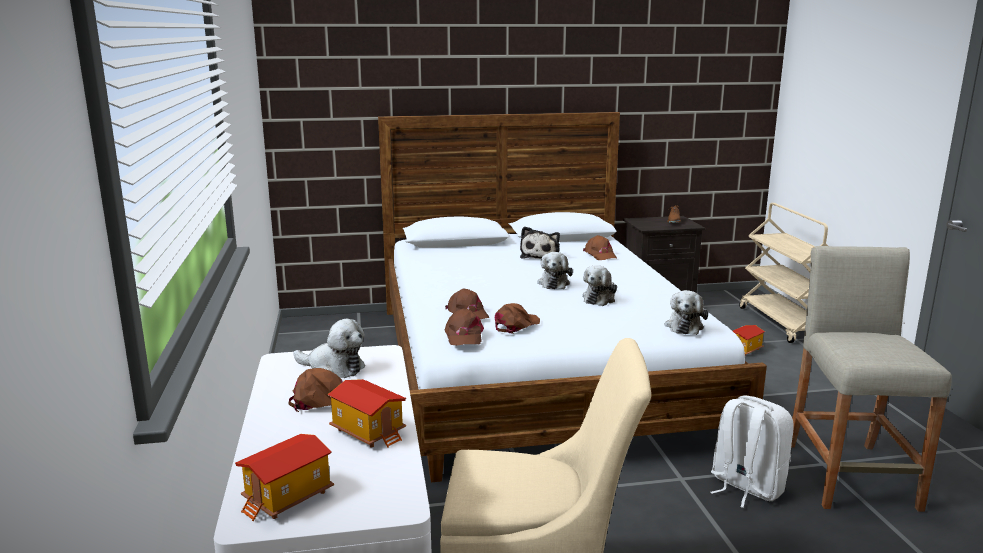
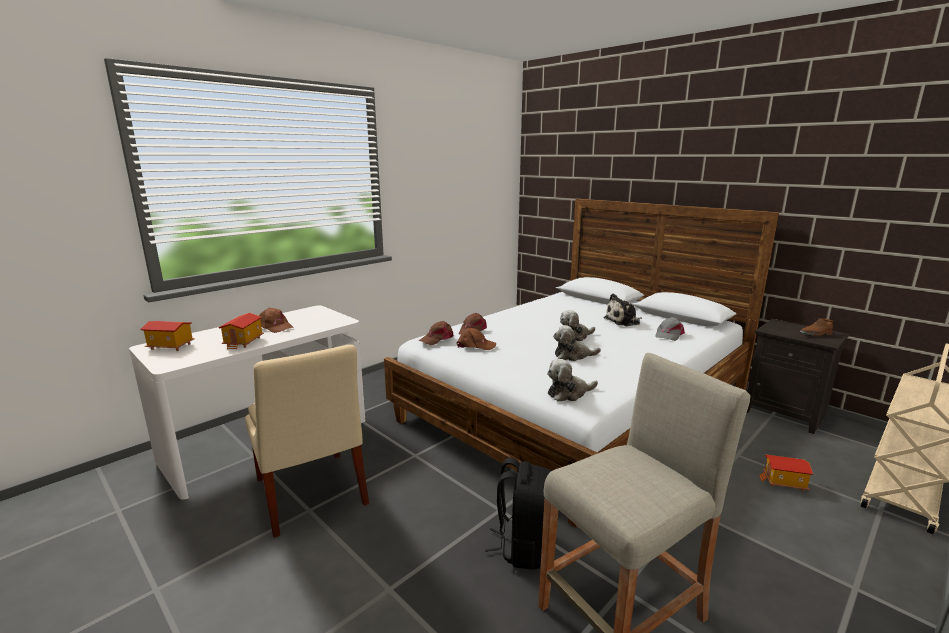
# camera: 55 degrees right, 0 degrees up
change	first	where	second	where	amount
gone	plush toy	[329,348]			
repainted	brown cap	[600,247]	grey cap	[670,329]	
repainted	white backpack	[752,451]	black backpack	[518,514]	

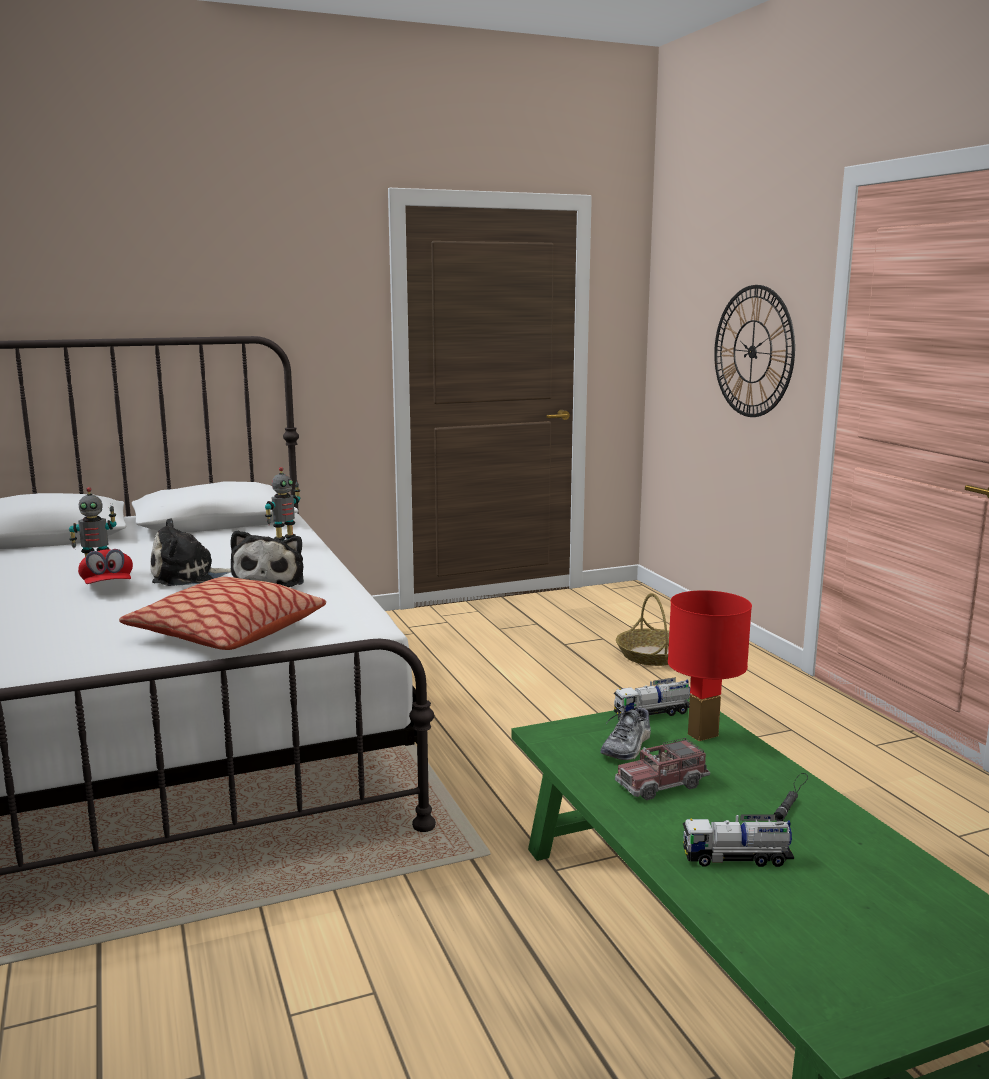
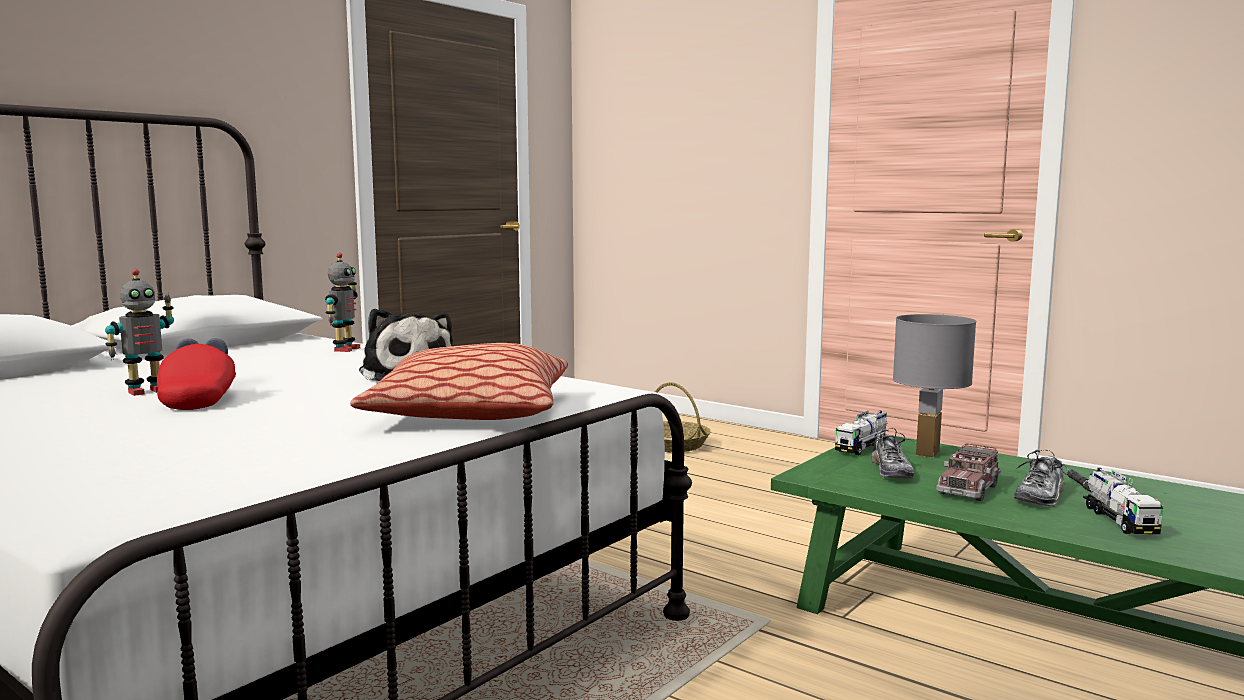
# camera: 30 degrees left, 5 degrees down
change	first	where	second	where	amount
rotated	red cap	[105,566]		[196,374]	135 degrees counterclockwise
gone	plush toy	[190,552]			
repainted	red table lamp	[710,665]	grey table lamp	[934,386]	
rotated	toy truck	[738,841]		[1123,501]	60 degrees counterclockwise
gone	wall clock	[754,351]			
new			shoe	[1041,478]	

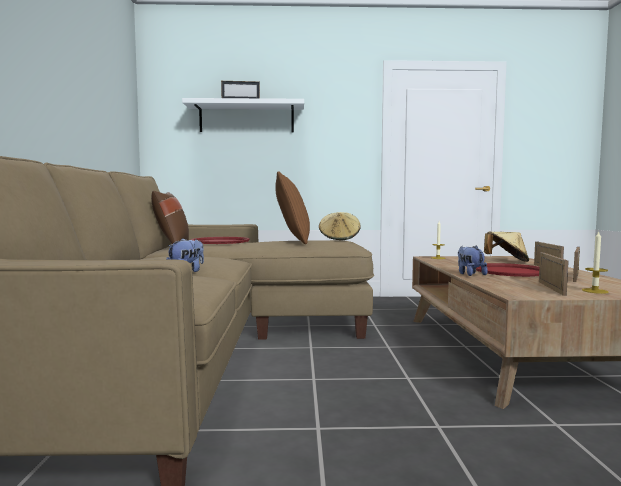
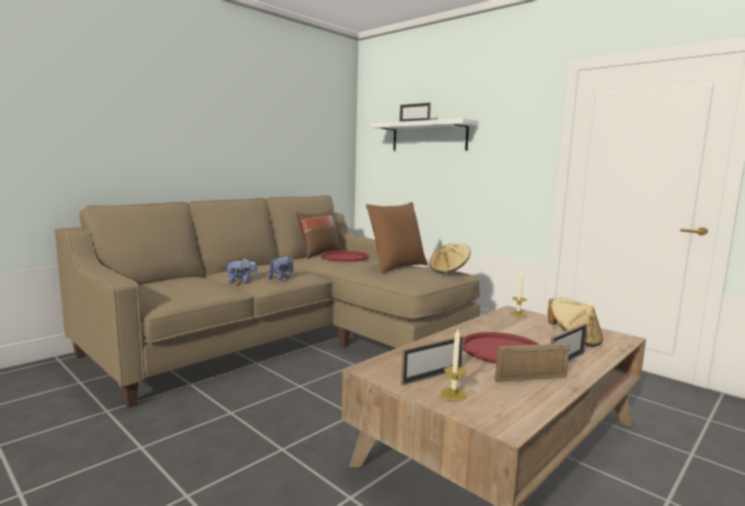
# camera: 45 degrees right, 5 degrees up
change	first	where	second	where	amount
shifted	plush toy	[473,260]		[280,268]	

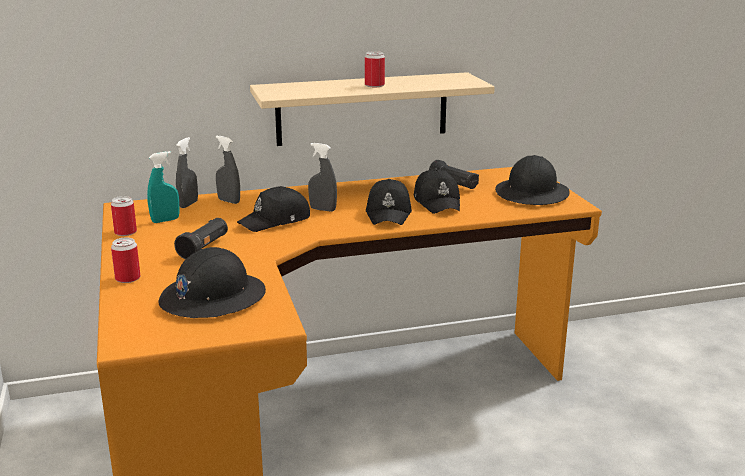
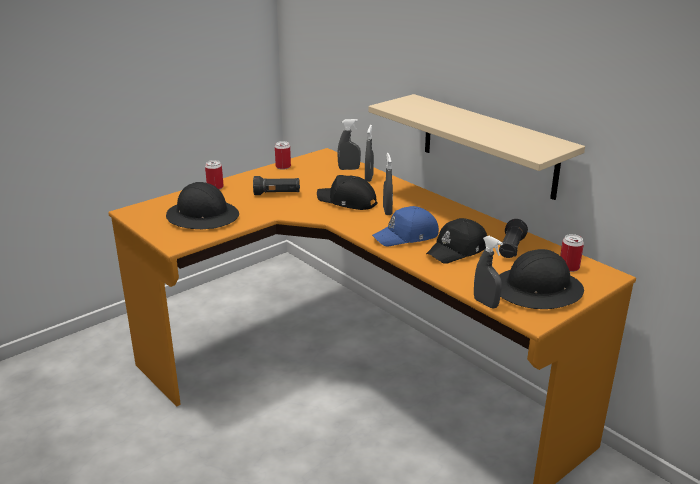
# camera: 65 degrees right, 5 degrees up
change	first	where	second	where	amount
gone	turquoise spray bottle	[163,187]			
shifted	can	[375,69]		[572,253]	
repainted	black cap	[389,202]	blue cap	[405,226]	
new			grey spray bottle	[488,272]	

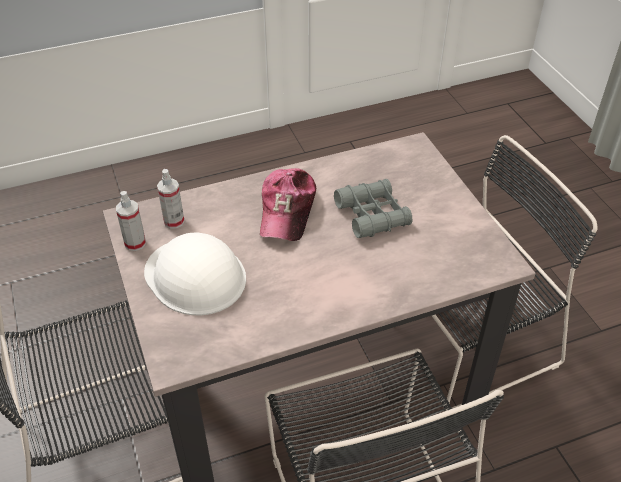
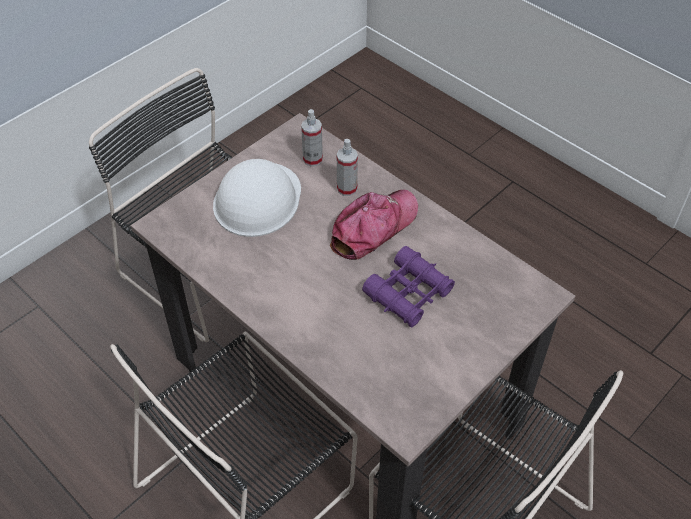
# camera: 65 degrees right, 5 degrees up
change	first	where	second	where	amount
shifted	spray bottle	[131,221]		[347,167]	
rotated	cap	[288,204]		[374,225]	150 degrees clockwise
repainted	grey binoculars	[373,208]	purple binoculars	[408,287]	

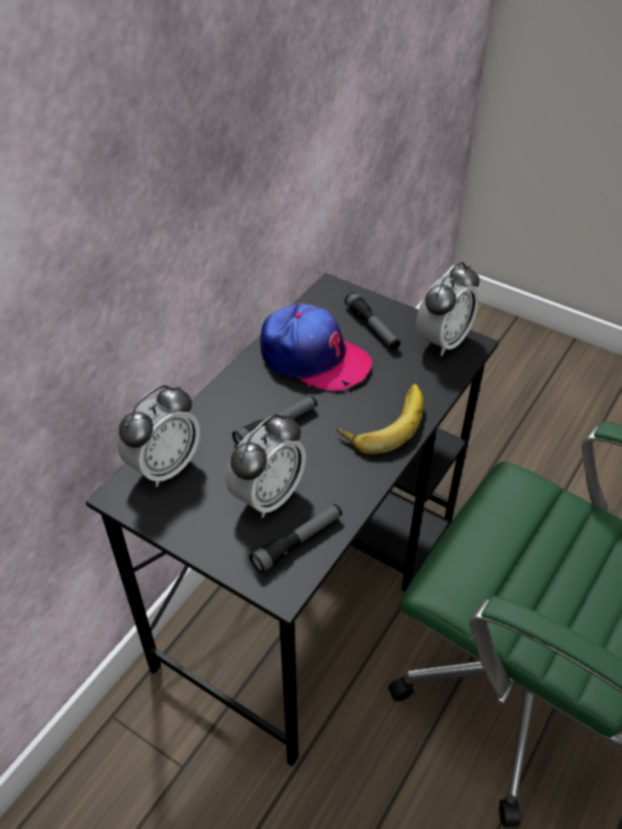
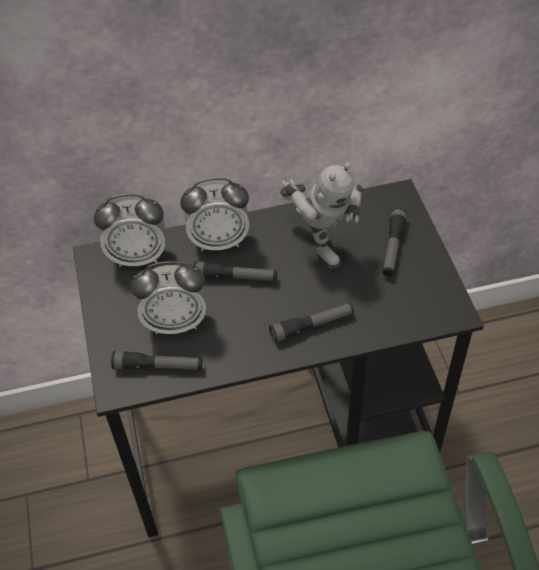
# camera: 45 degrees right, 5 degrees up
change	first	where	second	where	amount
swapped	cap	[316,347]	toy robot	[321,216]	
swapped	banana	[380,419]	flashlight	[311,323]	
shifted	alarm clock	[448,309]		[214,214]	

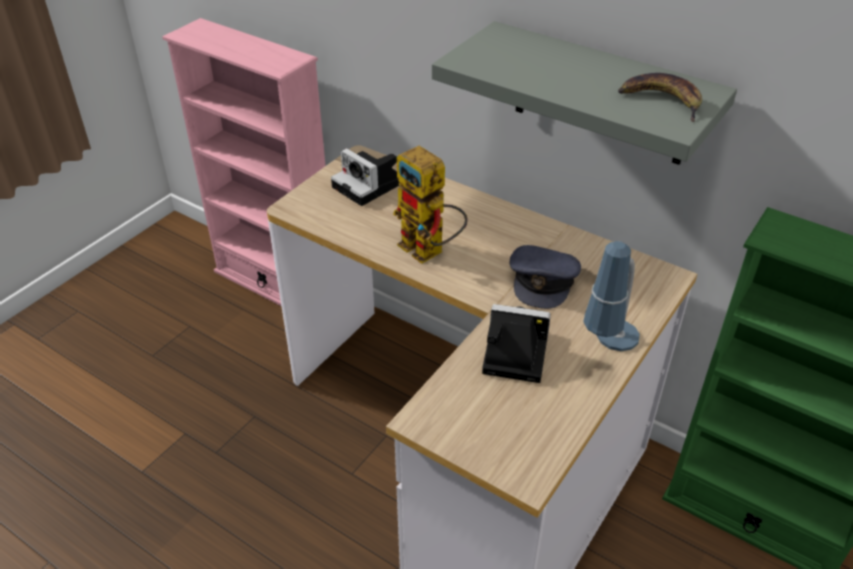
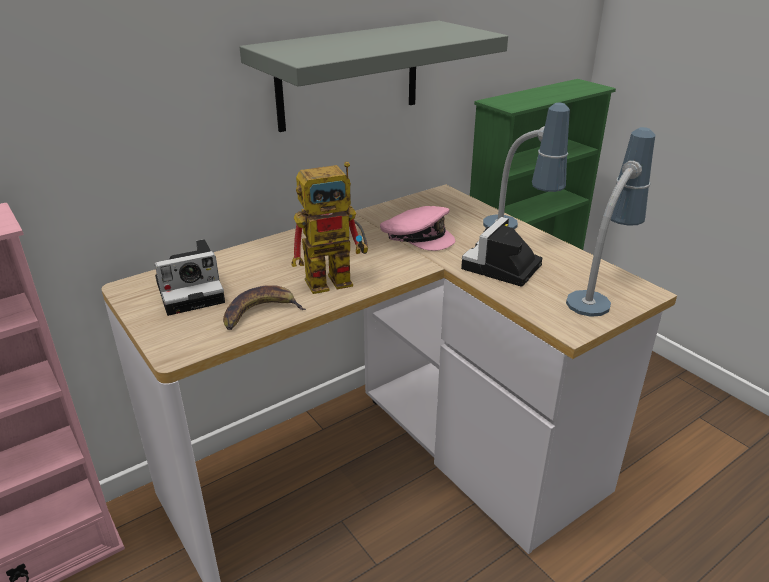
# camera: 70 degrees left, 10 degrees down
change	first	where	second	where	amount
repainted	grey cap	[545,277]	pink cap	[417,228]	
shifted	banana	[660,97]		[264,307]	
new			table lamp	[610,222]	

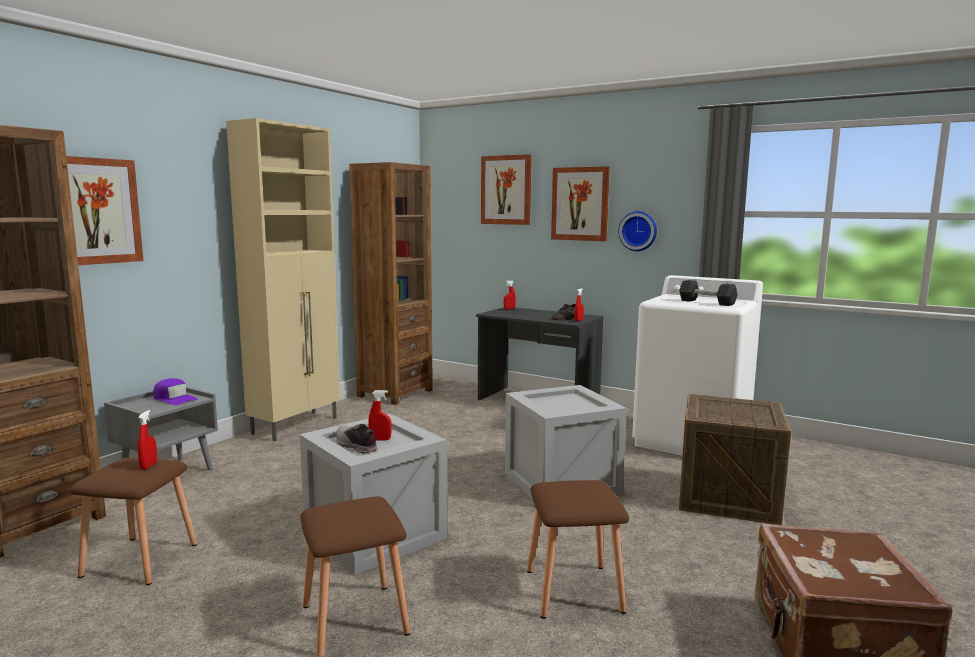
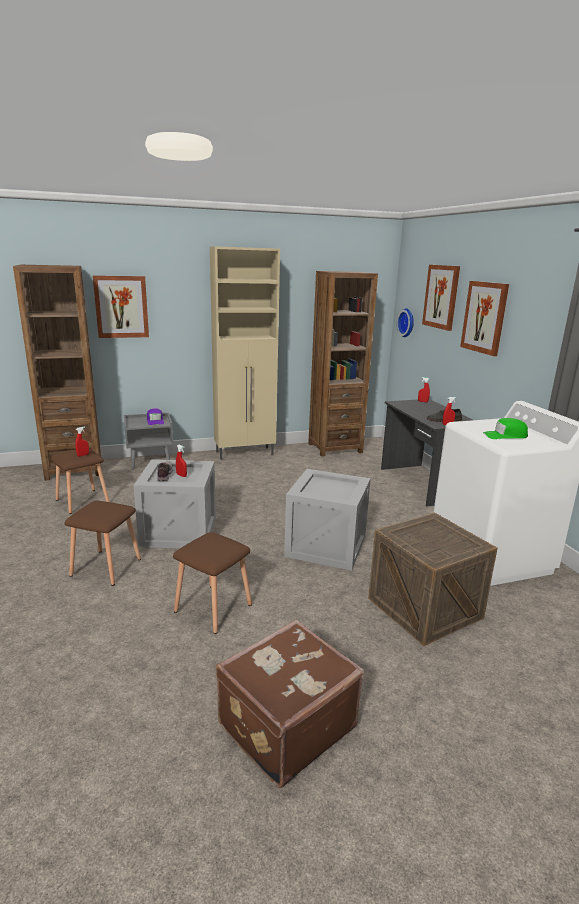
# camera: 40 degrees right, 10 degrees up
change	first	where	second	where	amount
shifted	wall clock	[637,231]		[405,322]	
swapped	black dumbbell	[708,293]	green cap	[505,428]	

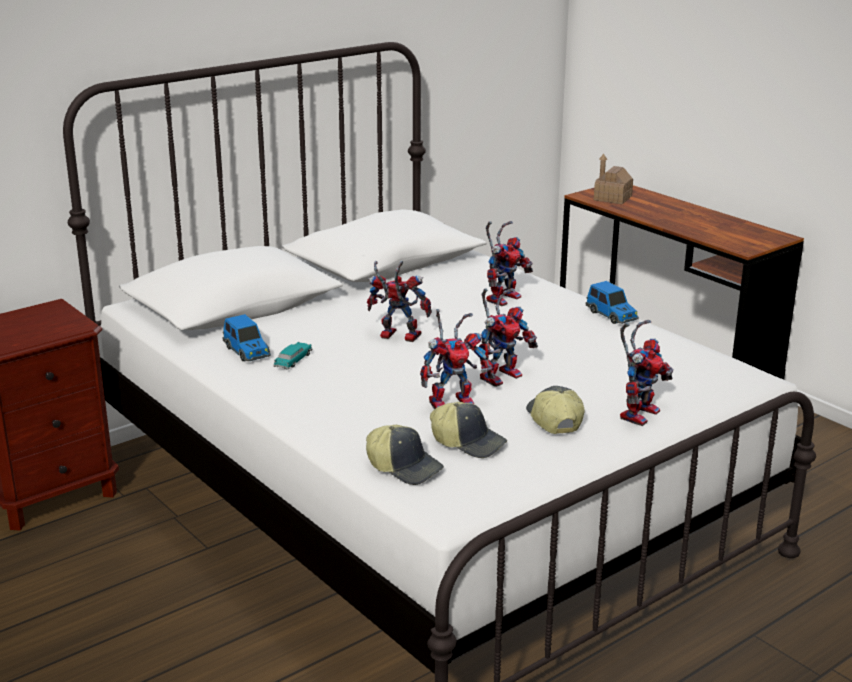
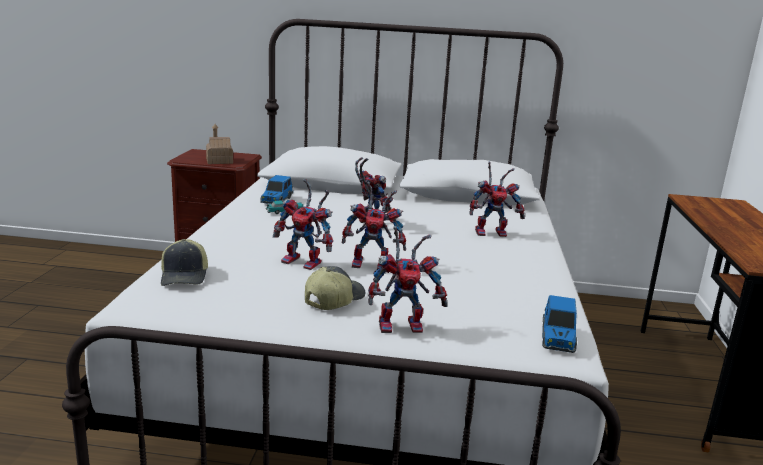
# camera: 45 degrees right, 5 degrees down
change	first	where	second	where	amount
gone	cap	[468,430]			
shifted	toy car	[612,302]		[559,324]	
shifted	toy house	[613,179]		[219,144]	

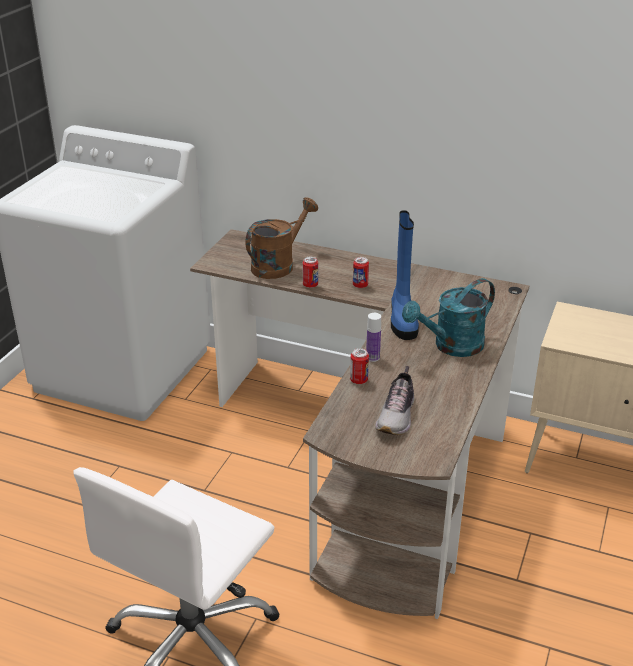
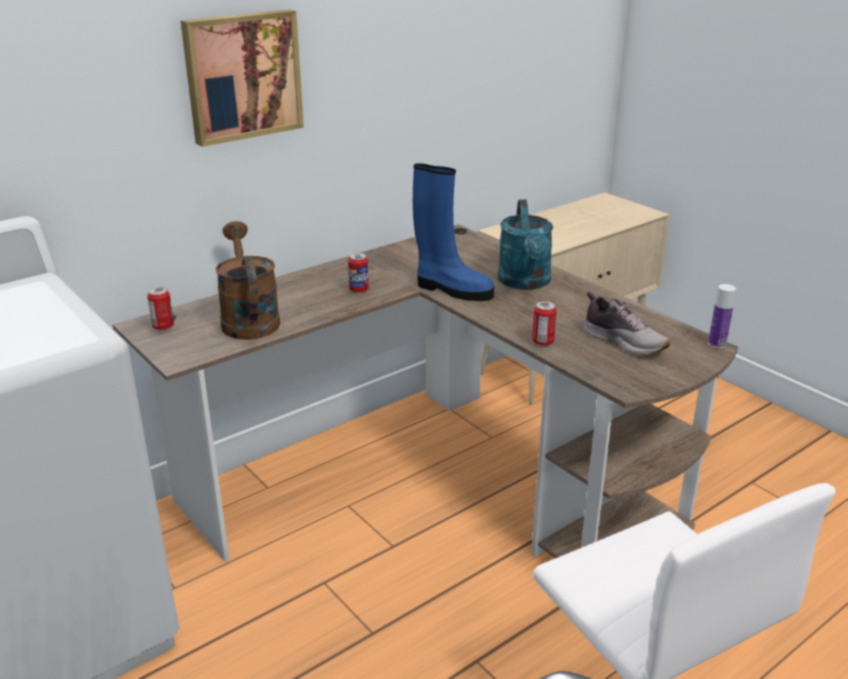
# camera: 60 degrees left, 5 degrees down
change	first	where	second	where	amount
shifted	can	[310,272]		[160,308]	
shifted	bottle	[373,337]		[722,316]	
new			picture	[242,78]	

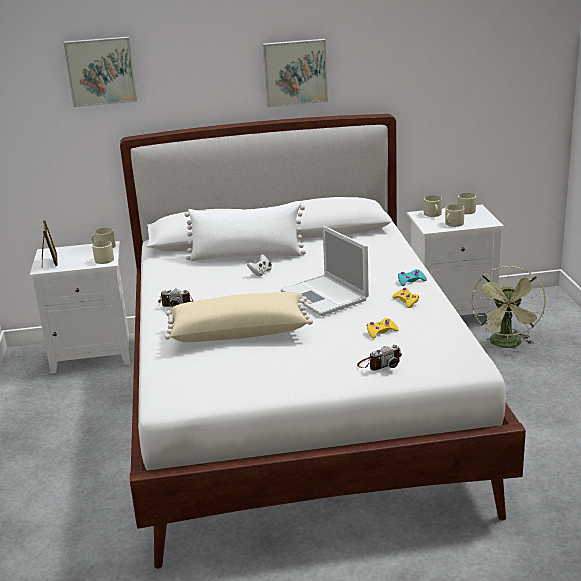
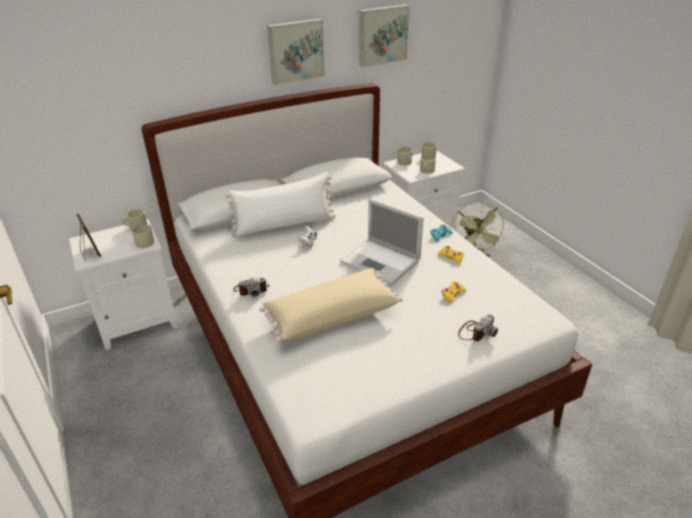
# camera: 20 degrees left, 10 degrees up
change	first	where	second	where	amount
shifted	picture	[100,71]		[384,35]	

